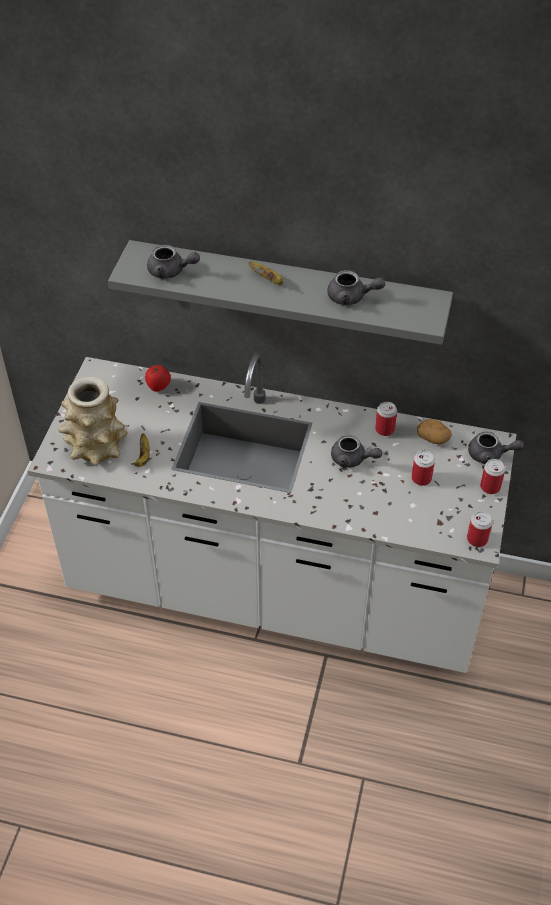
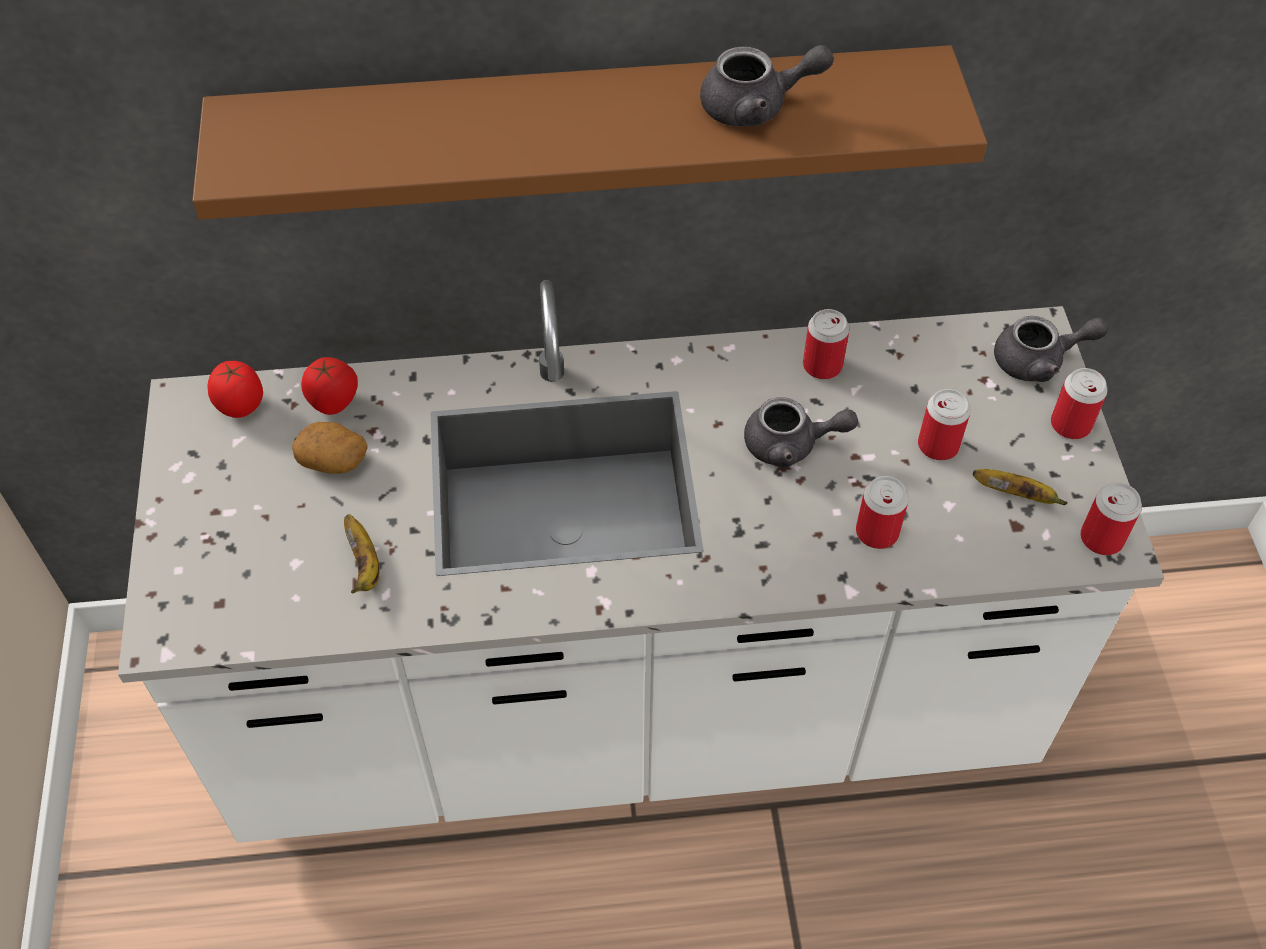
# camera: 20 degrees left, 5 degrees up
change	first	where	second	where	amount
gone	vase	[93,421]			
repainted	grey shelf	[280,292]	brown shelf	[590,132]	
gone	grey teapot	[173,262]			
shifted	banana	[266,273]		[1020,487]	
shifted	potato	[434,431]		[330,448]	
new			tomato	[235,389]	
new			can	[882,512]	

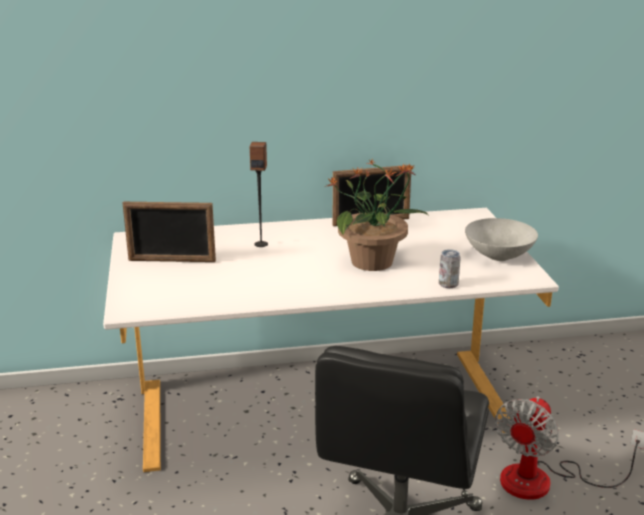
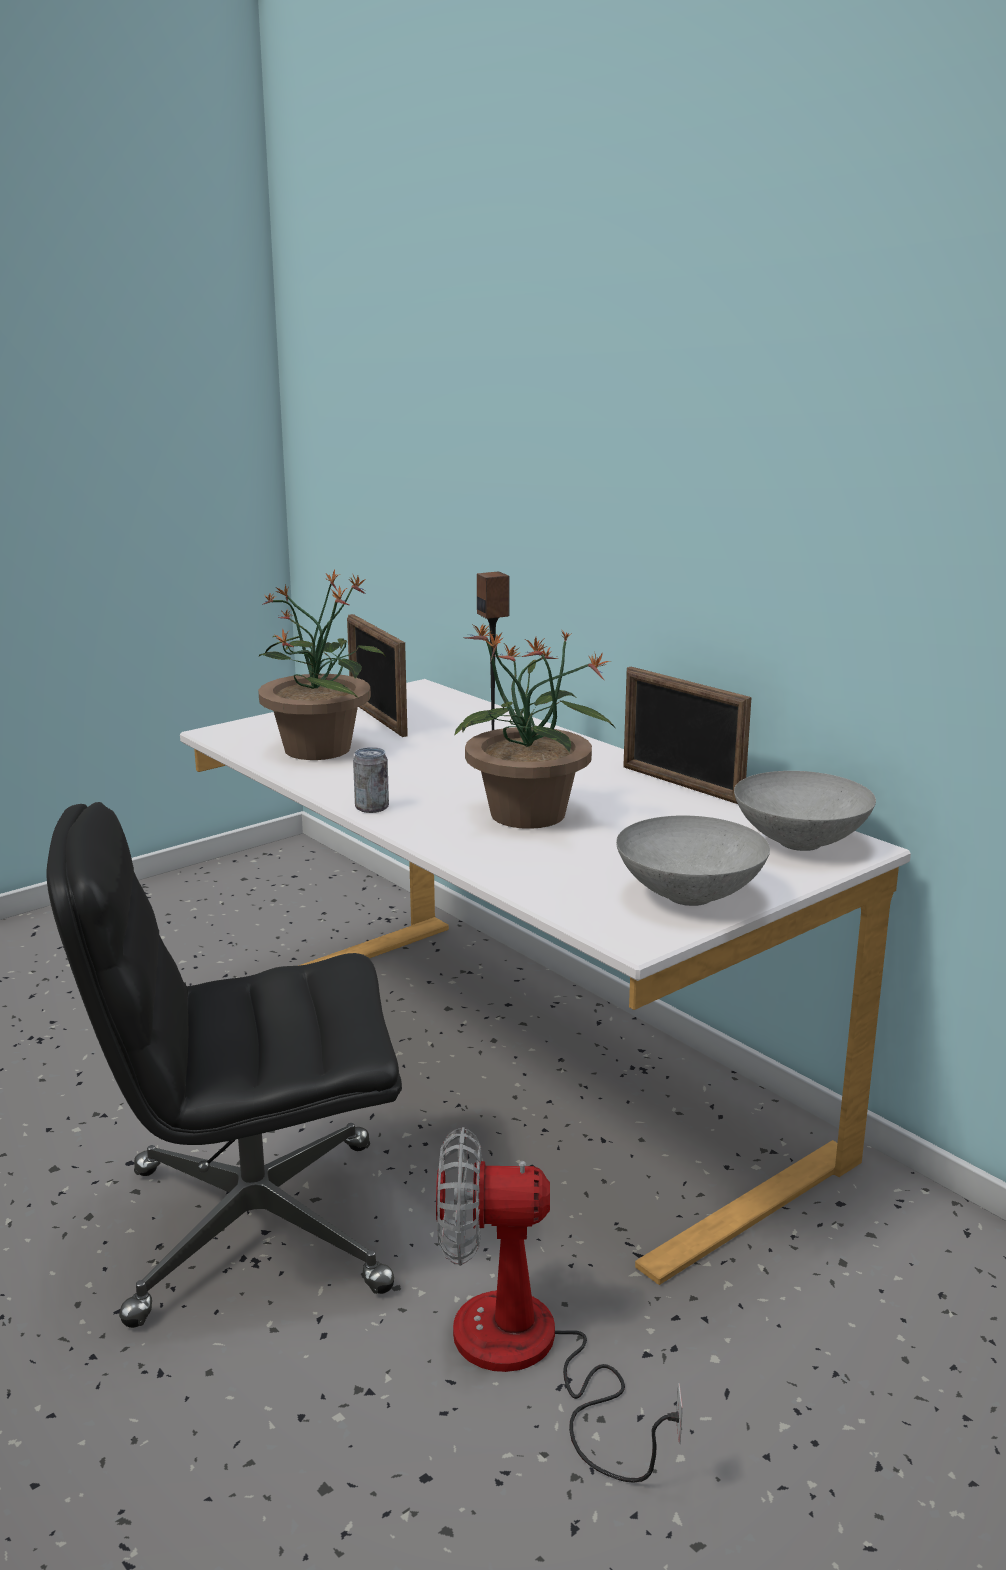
# camera: 60 degrees right, 5 degrees down
change	first	where	second	where	amount
shifted	can	[450,268]		[371,780]	
new			potted plant	[322,664]	
new			grey bowl	[805,811]	

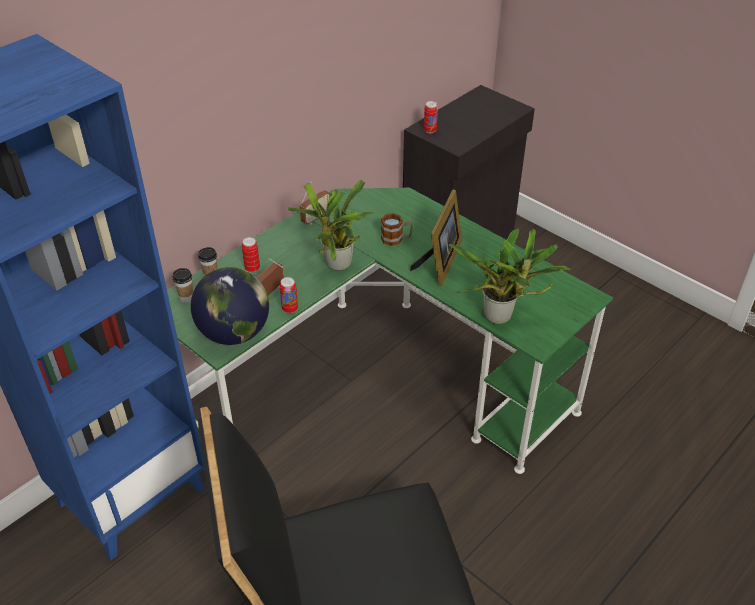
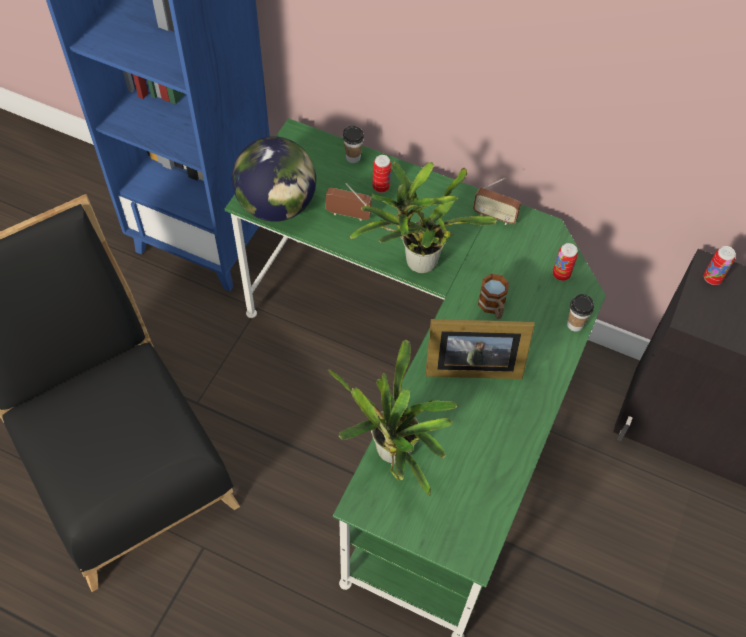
# camera: 70 degrees right, 15 degrees up
change	first	where	second	where	amount
shifted	cup	[183,285]		[580,313]	
shifted	can	[289,295]		[565,262]	

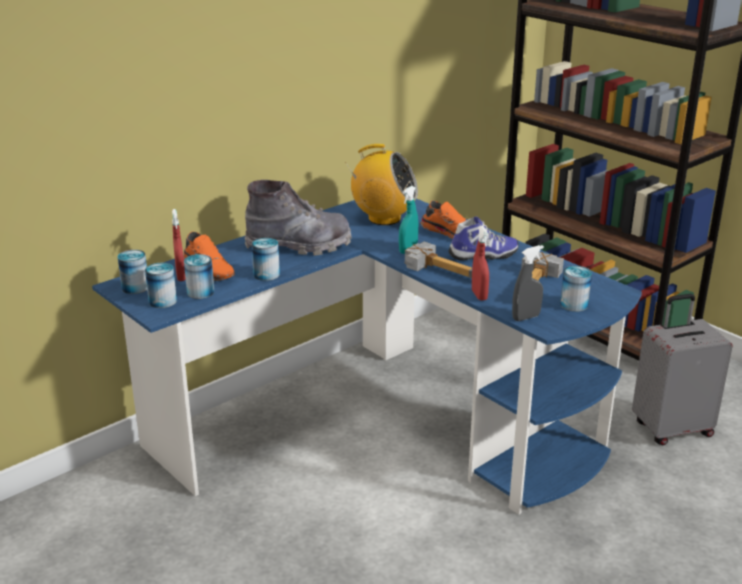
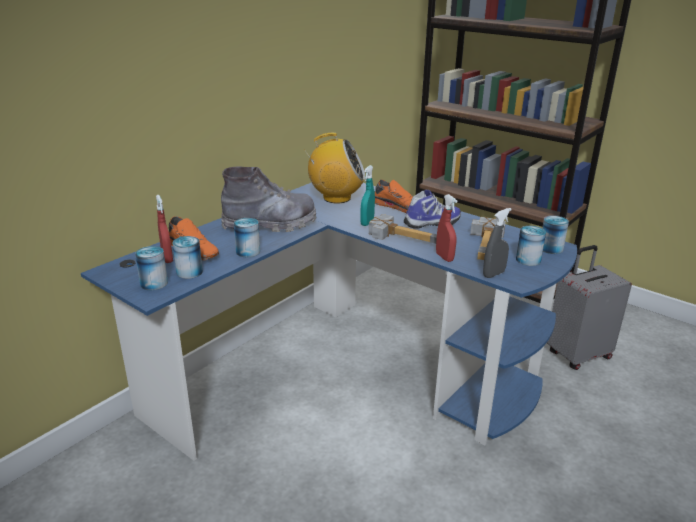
# camera: 10 degrees left, 0 degrees up
change	first	where	second	where	amount
shifted	can	[132,272]		[555,234]	

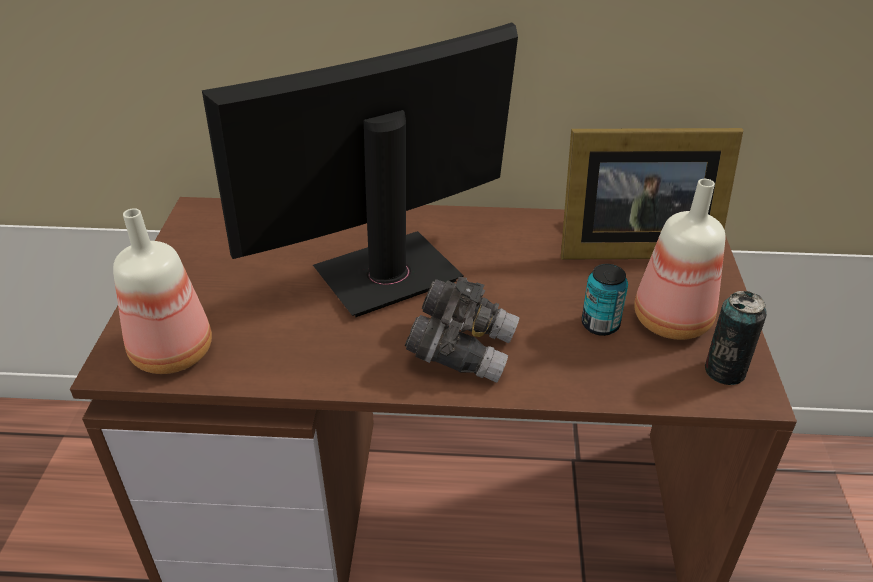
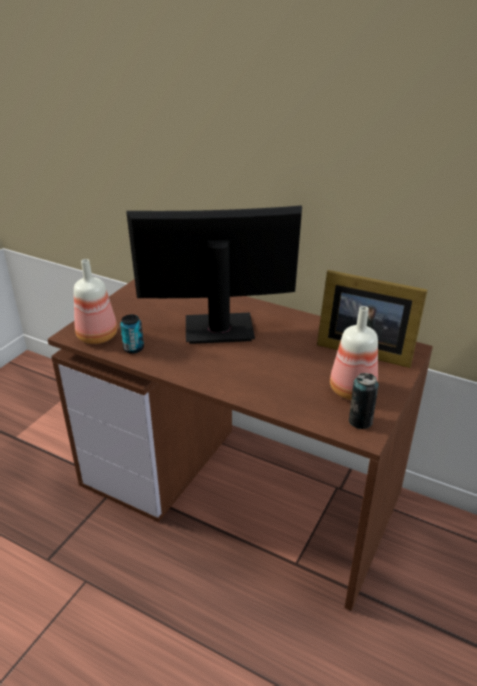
# camera: 25 degrees right, 5 degrees down
change	first	where	second	where	amount
gone	grey binoculars	[462,330]			
shifted	can	[605,300]		[132,334]	

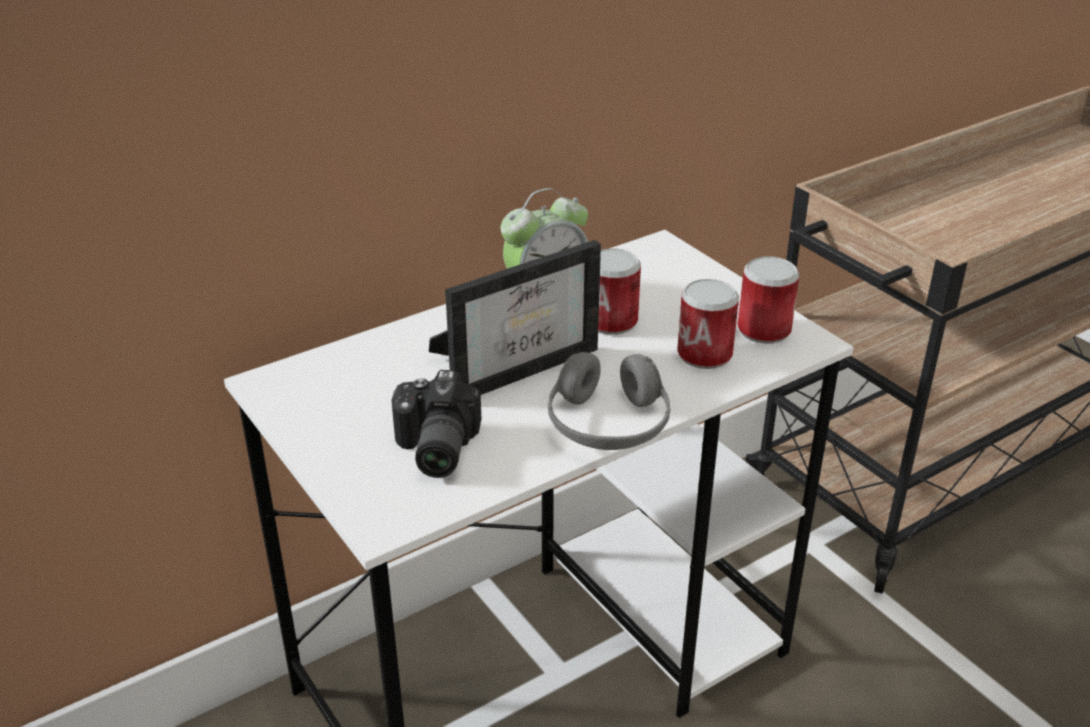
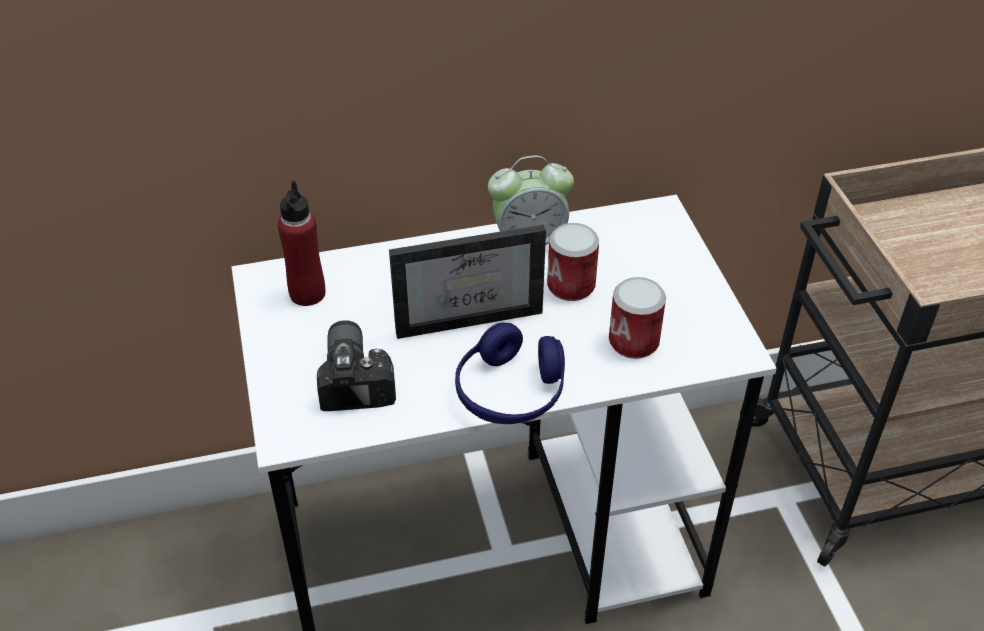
# camera: 20 degrees right, 10 degrees up
change	first	where	second	where	amount
rotated	photo camera	[436,424]		[356,365]	150 degrees clockwise
repainted	grey headphones	[609,401]	blue headphones	[510,373]	
gone	can	[768,300]			
new			red bottle	[301,243]	

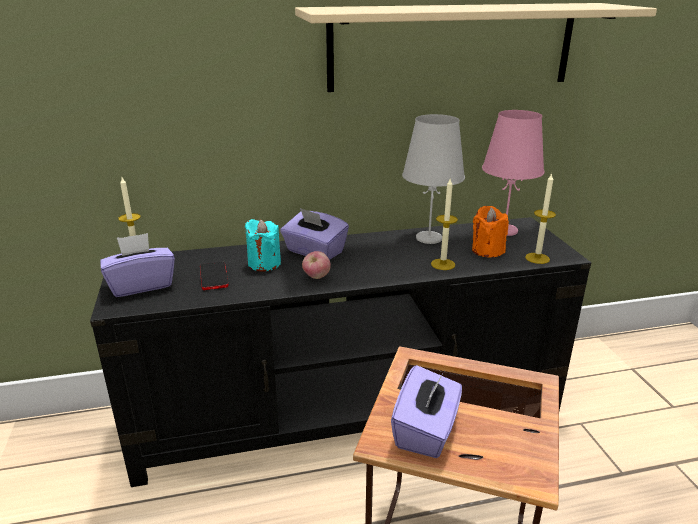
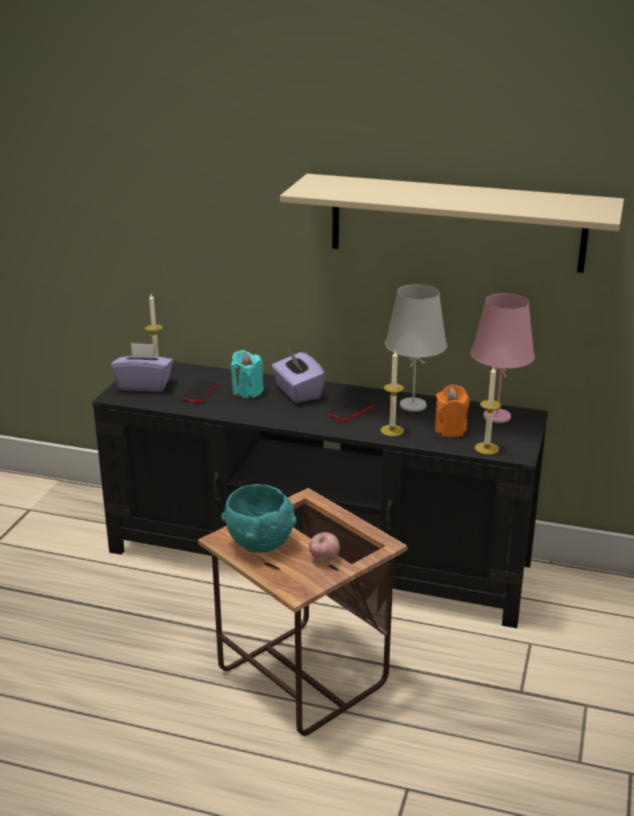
# camera: 30 degrees right, 0 degrees up
change	first	where	second	where	amount
shifted	apple	[316,265]		[324,547]	
swapped	purple tissue box	[426,411]	turquoise bowl	[259,518]	
new			phone	[350,410]	

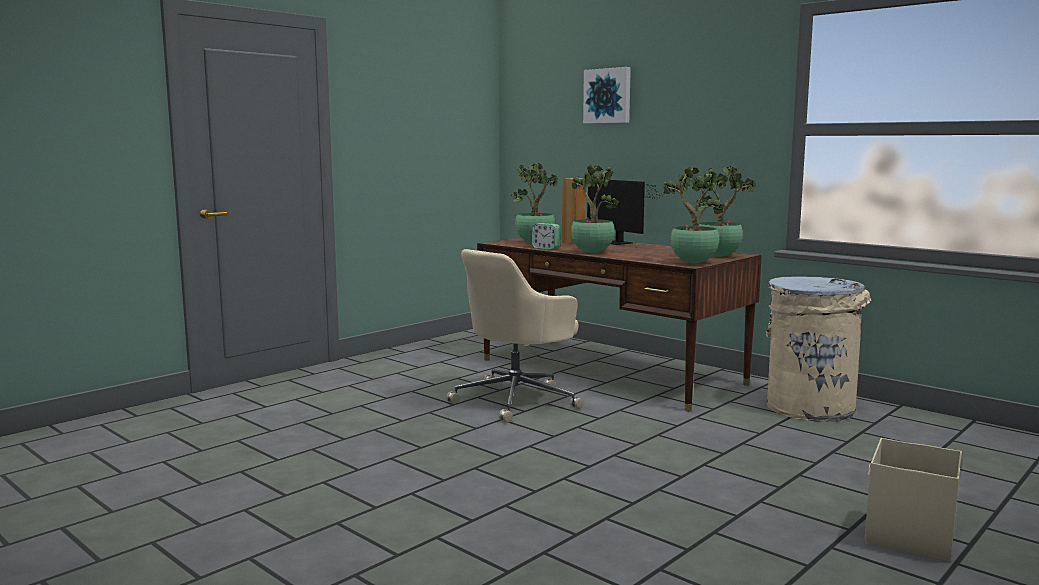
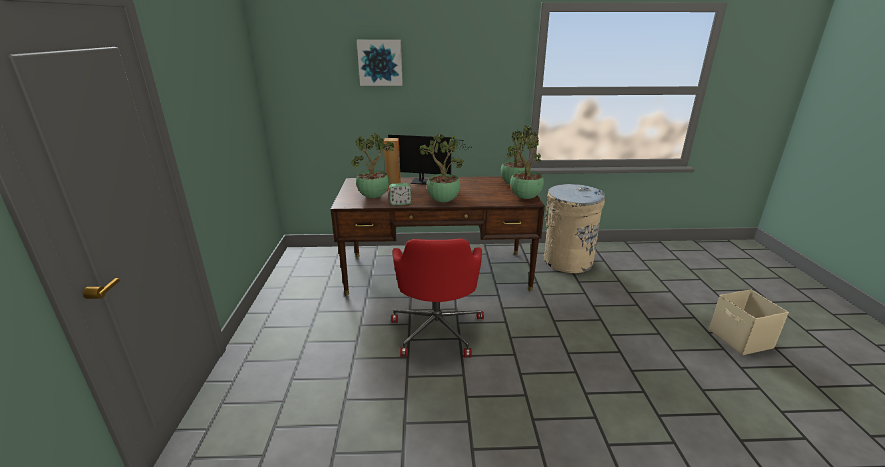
# camera: 45 degrees left, 15 degrees up
change	first	where	second	where	amount
repainted	beige office chair	[514,336]	red office chair	[437,298]	

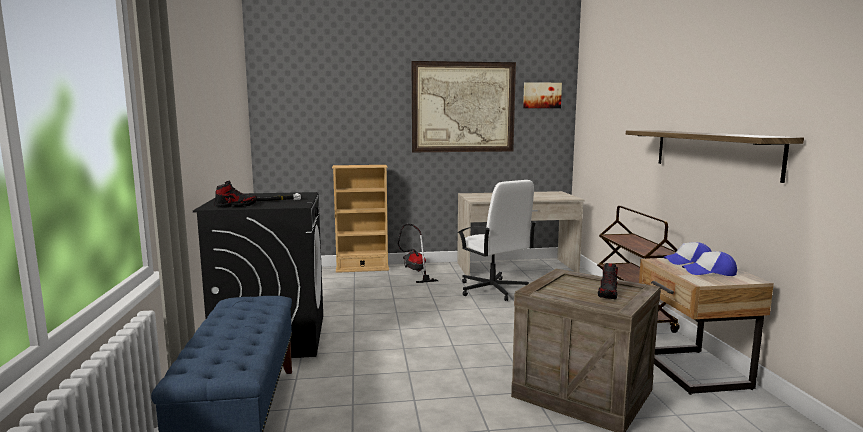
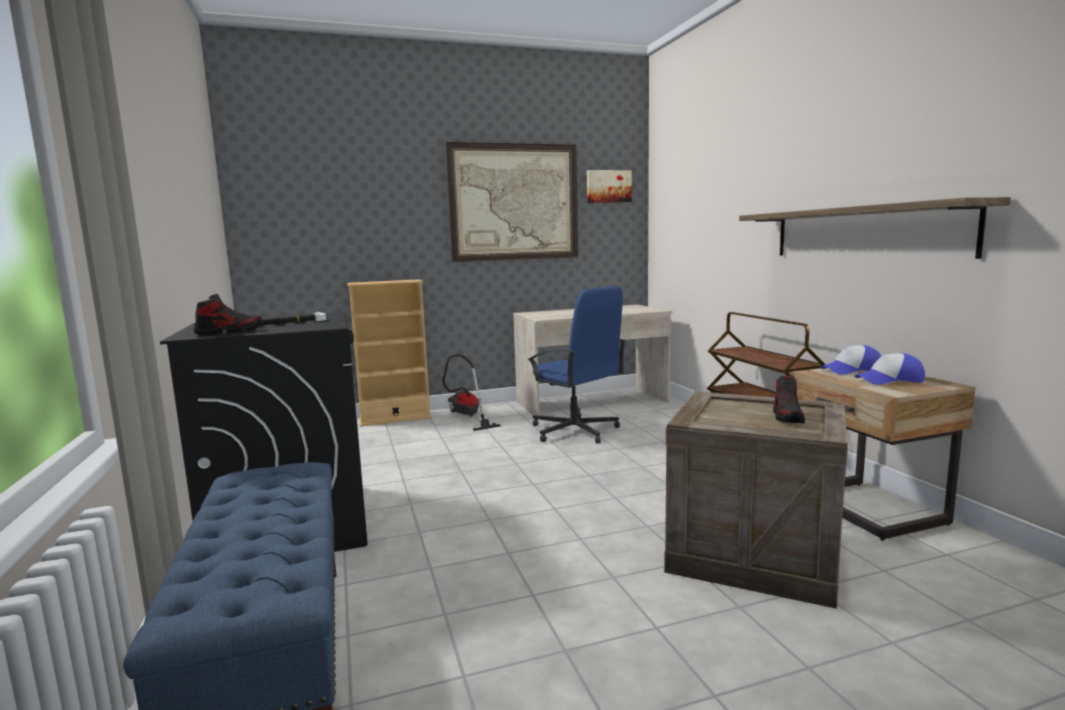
# camera: 10 degrees left, 0 degrees up
change	first	where	second	where	amount
repainted	white office chair	[496,240]	blue office chair	[577,364]	

